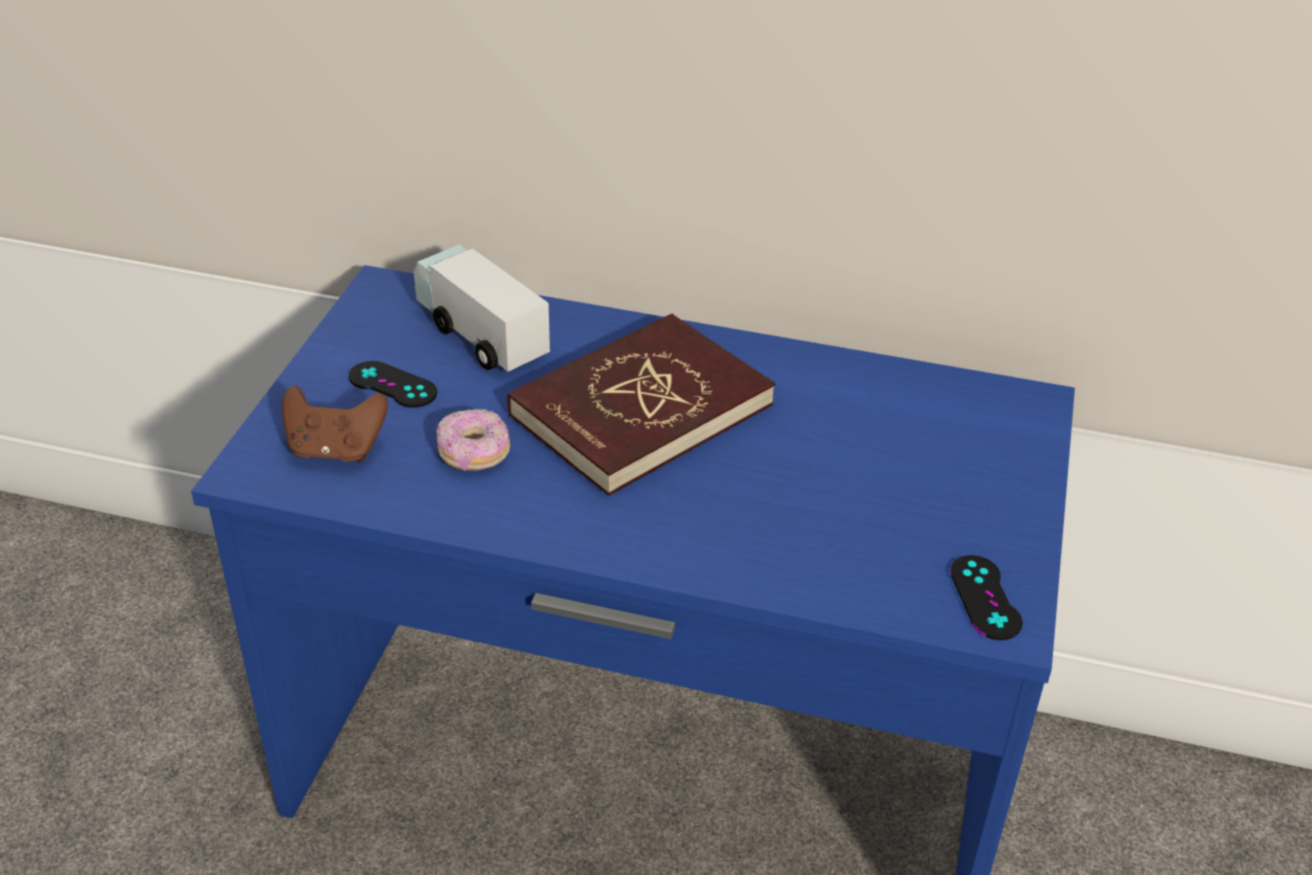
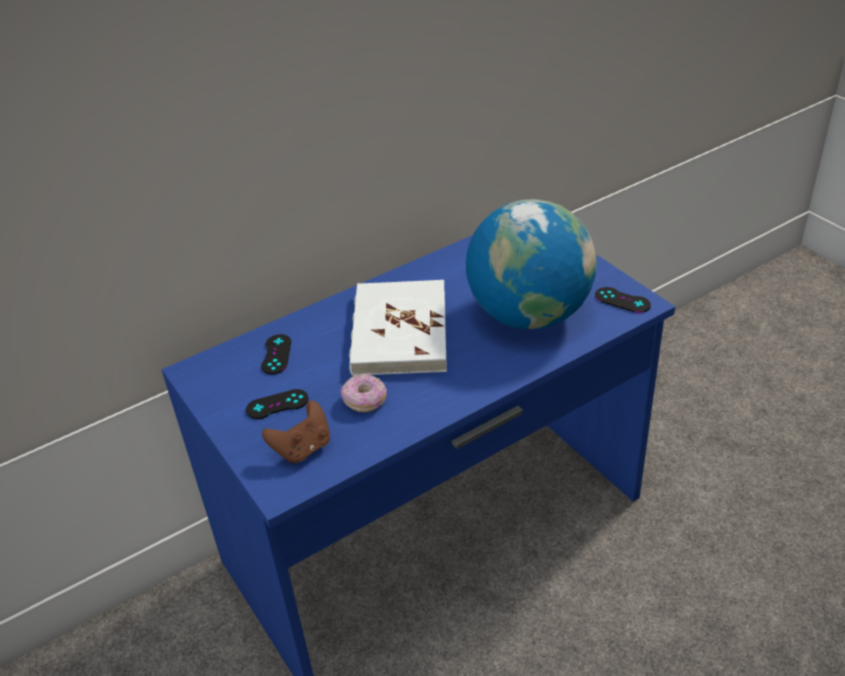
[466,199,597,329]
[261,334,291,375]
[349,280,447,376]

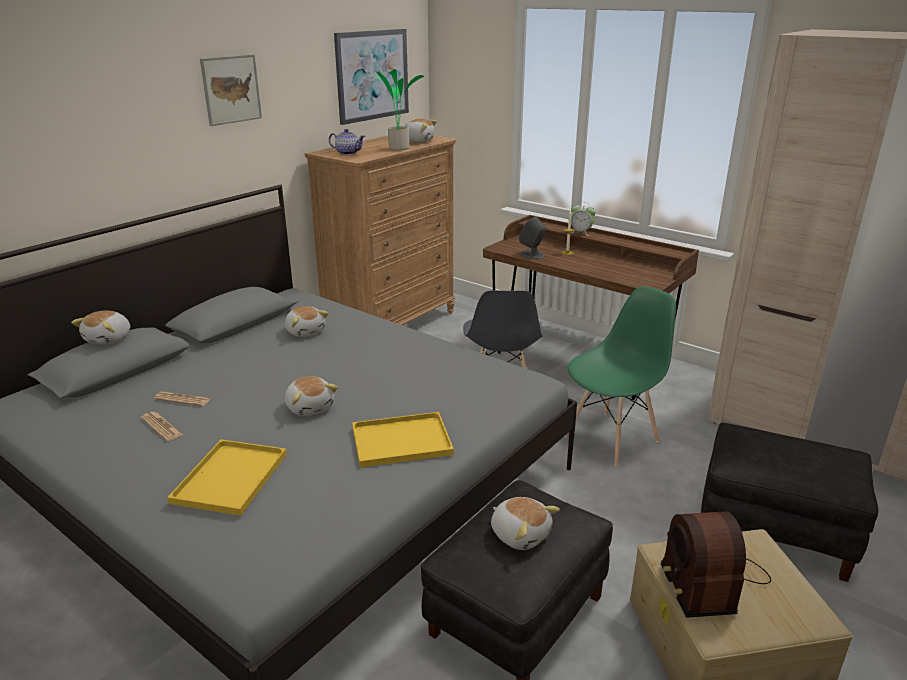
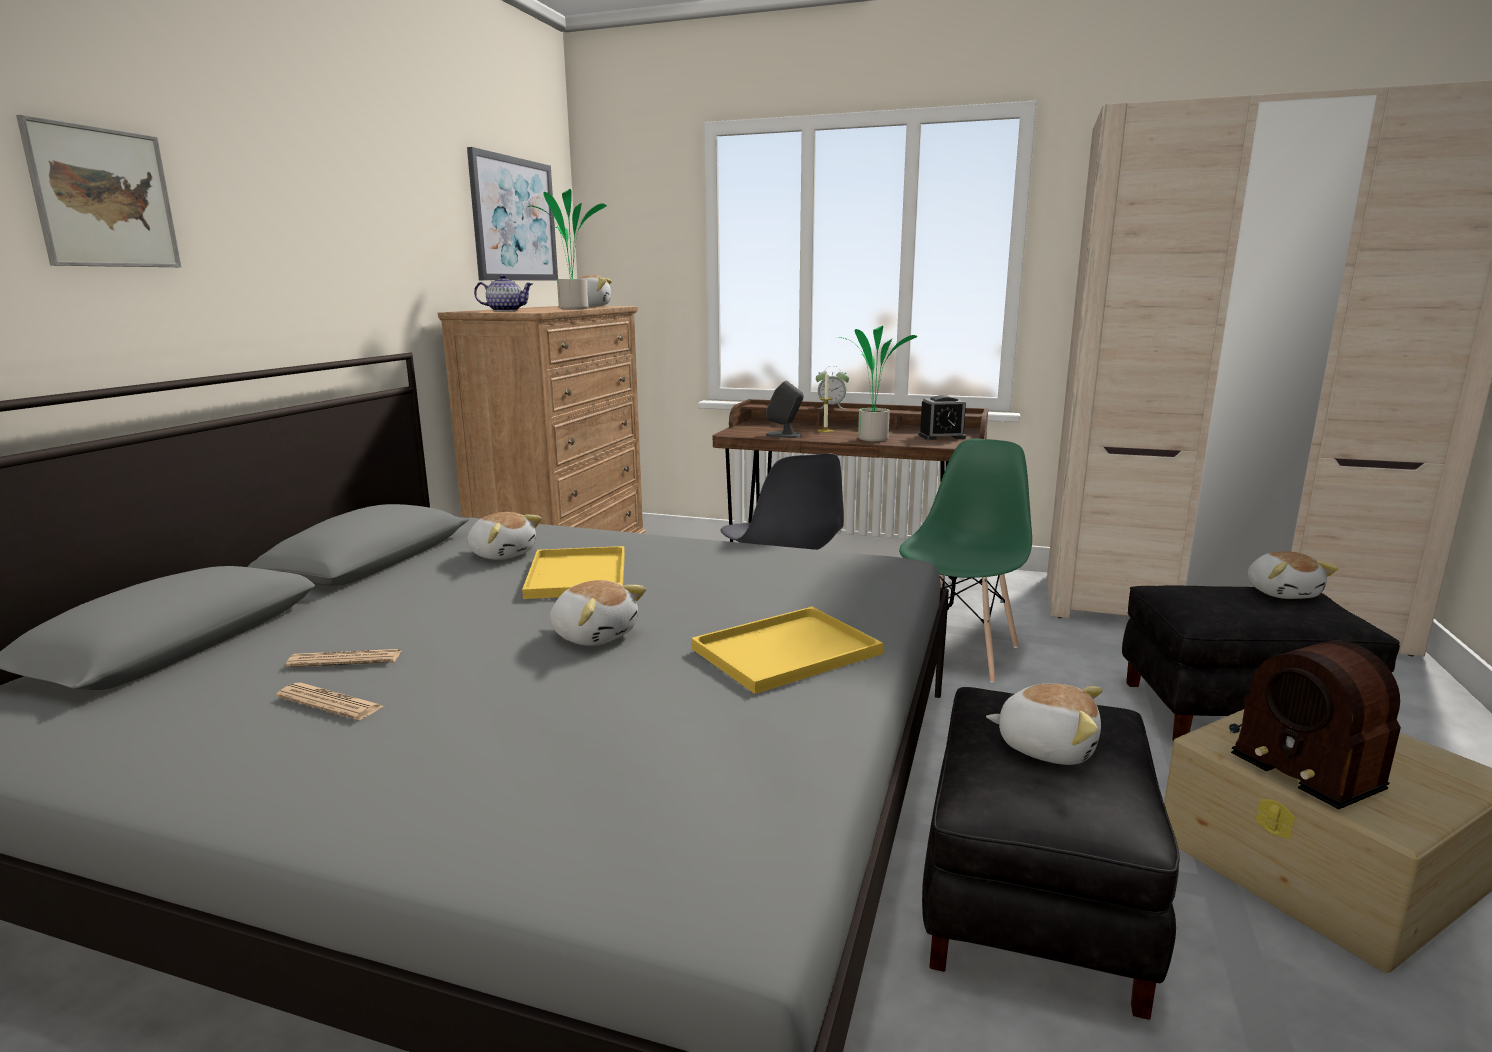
[838,326,918,442]
[918,395,966,440]
[1247,551,1339,599]
[522,546,625,599]
[16,115,181,267]

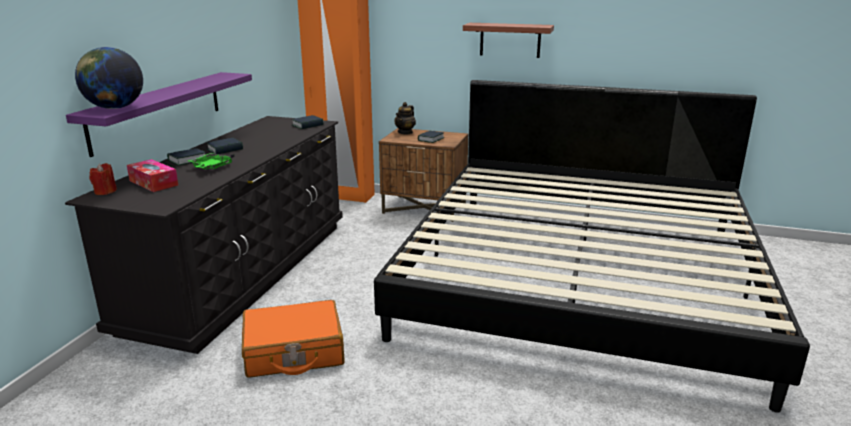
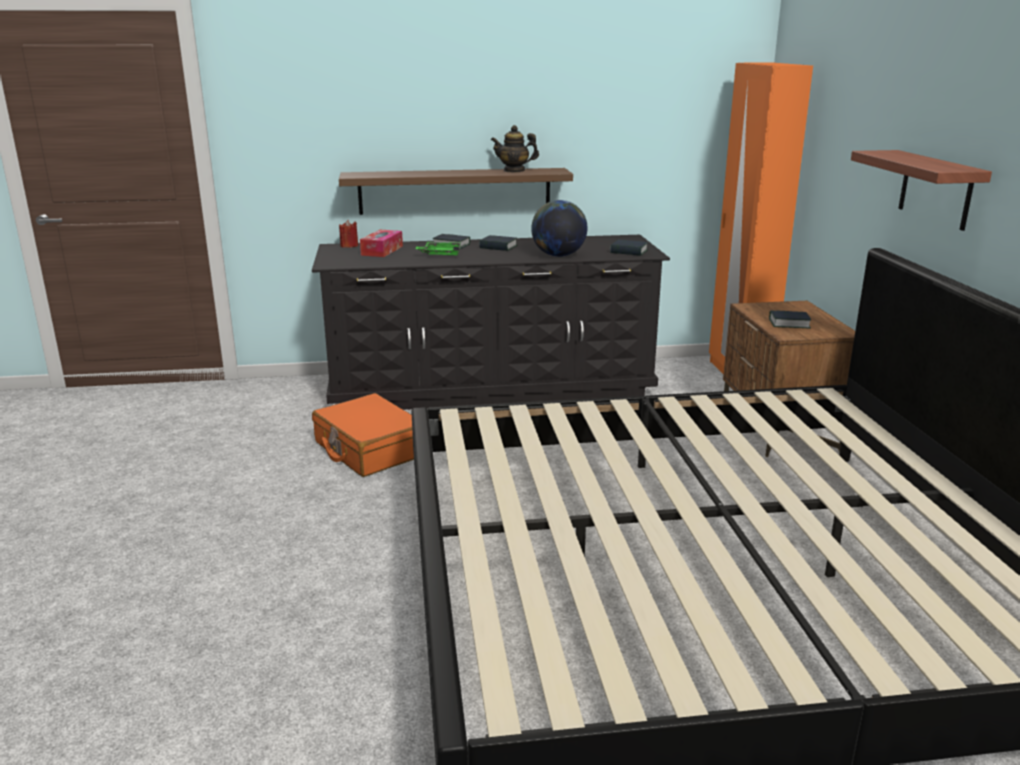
[531,200,588,257]
[491,125,539,173]
[339,168,573,215]

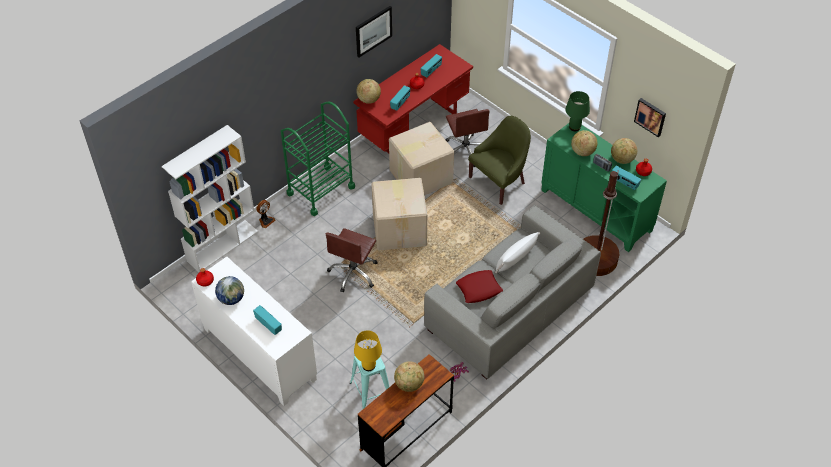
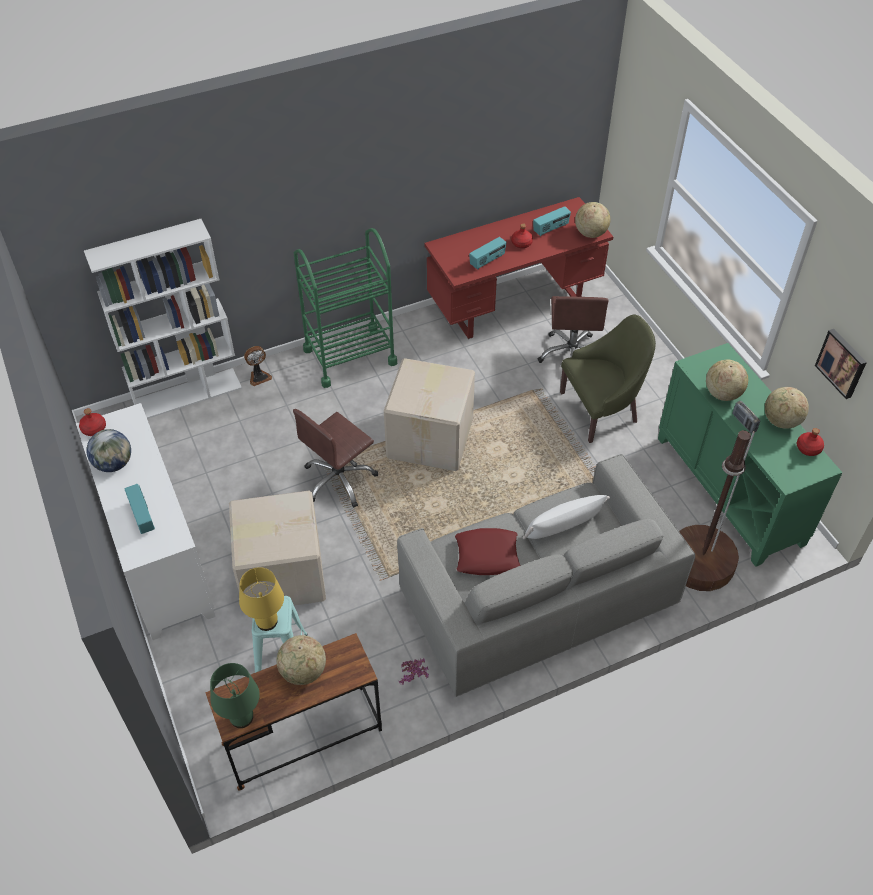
[356,6,392,57] (first image)
[612,166,642,190] (first image)
[575,202,611,238]
[229,491,326,605]
[210,663,260,728]

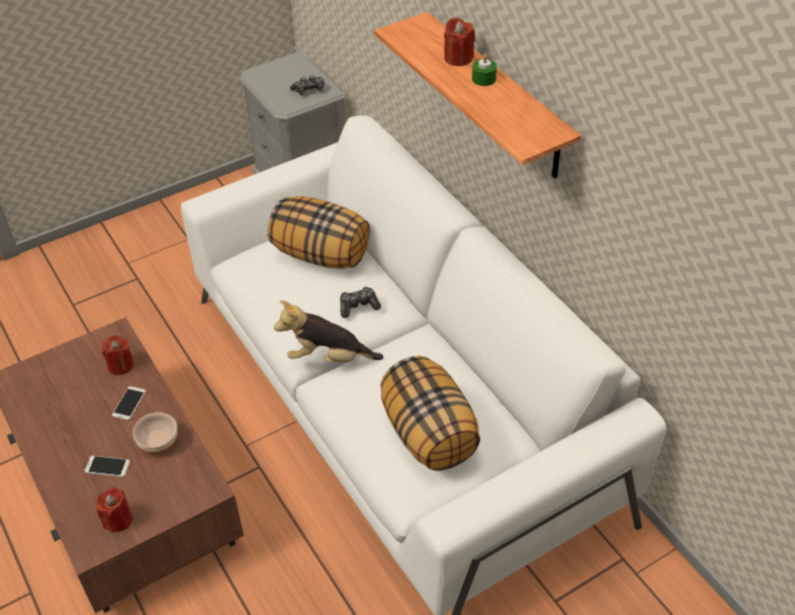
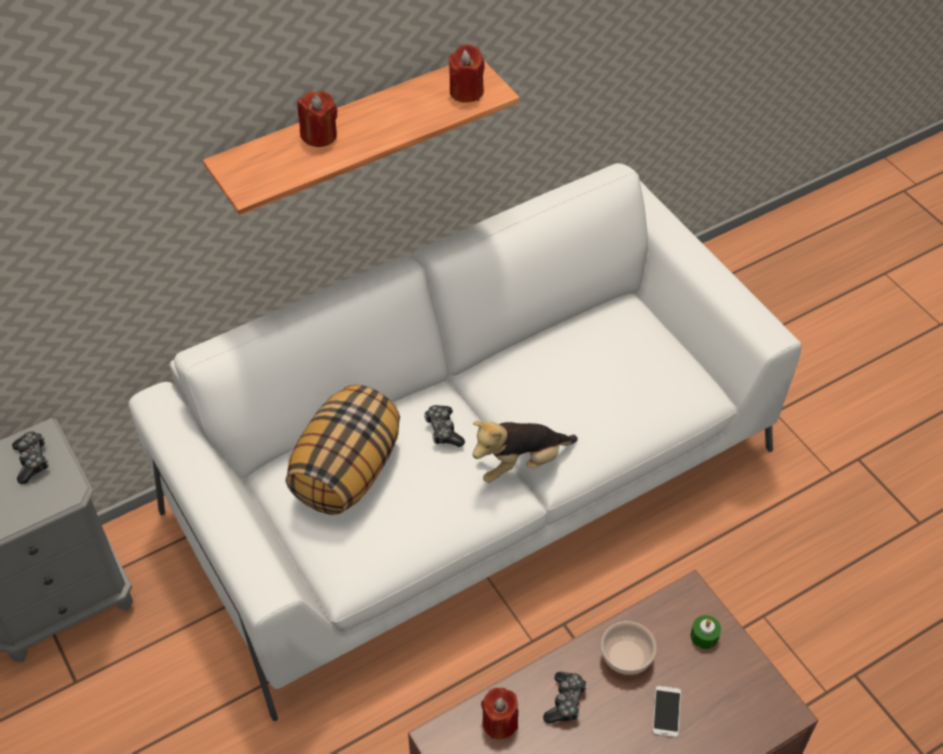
[380,356,480,471] (first image)
[448,44,485,103]
[690,615,721,649]
[543,672,587,724]
[473,421,578,483]

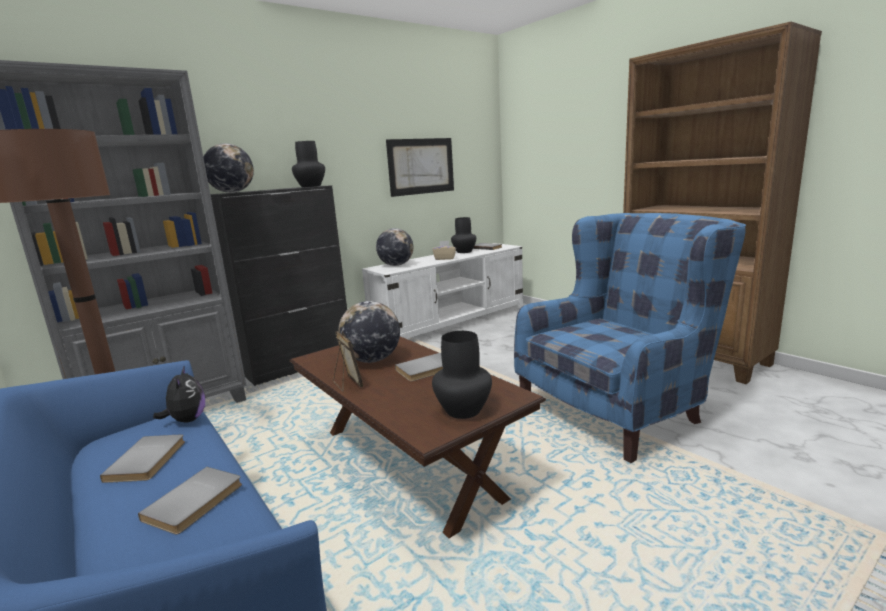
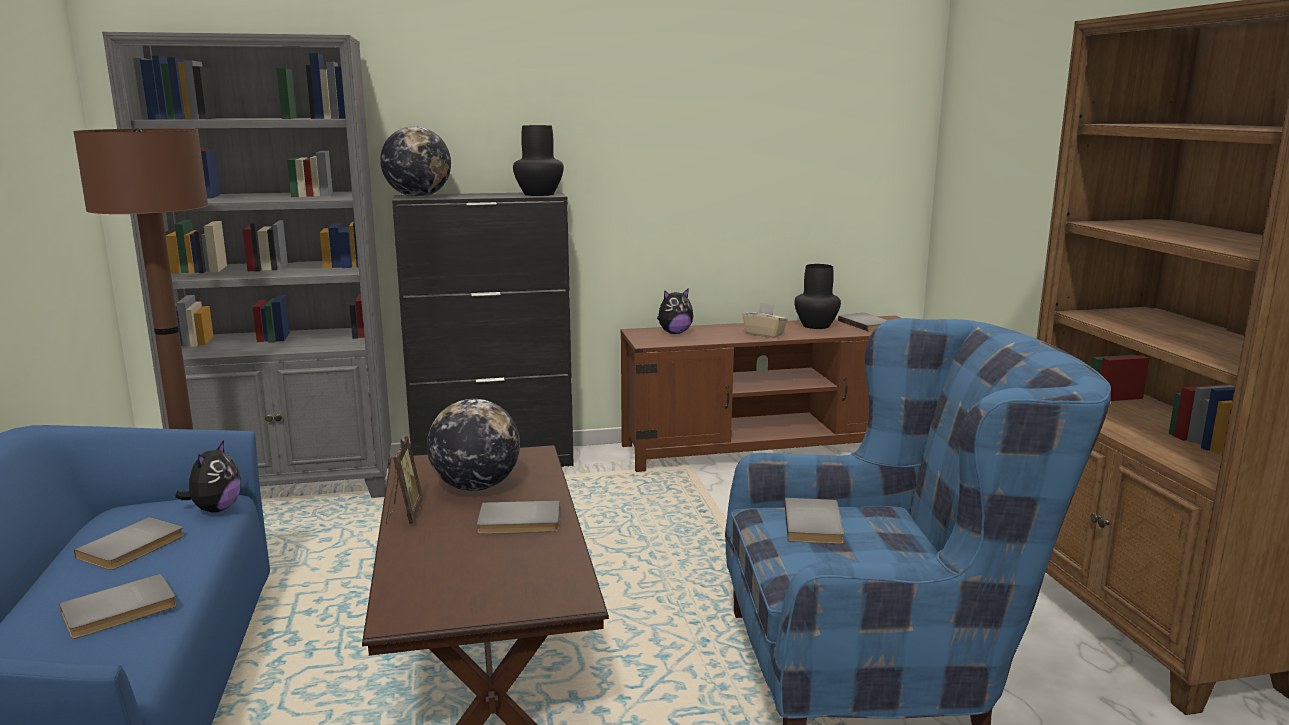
[386,138,454,197] (first image)
[432,331,492,419] (first image)
[785,498,844,544]
[657,288,693,334]
[621,315,901,472]

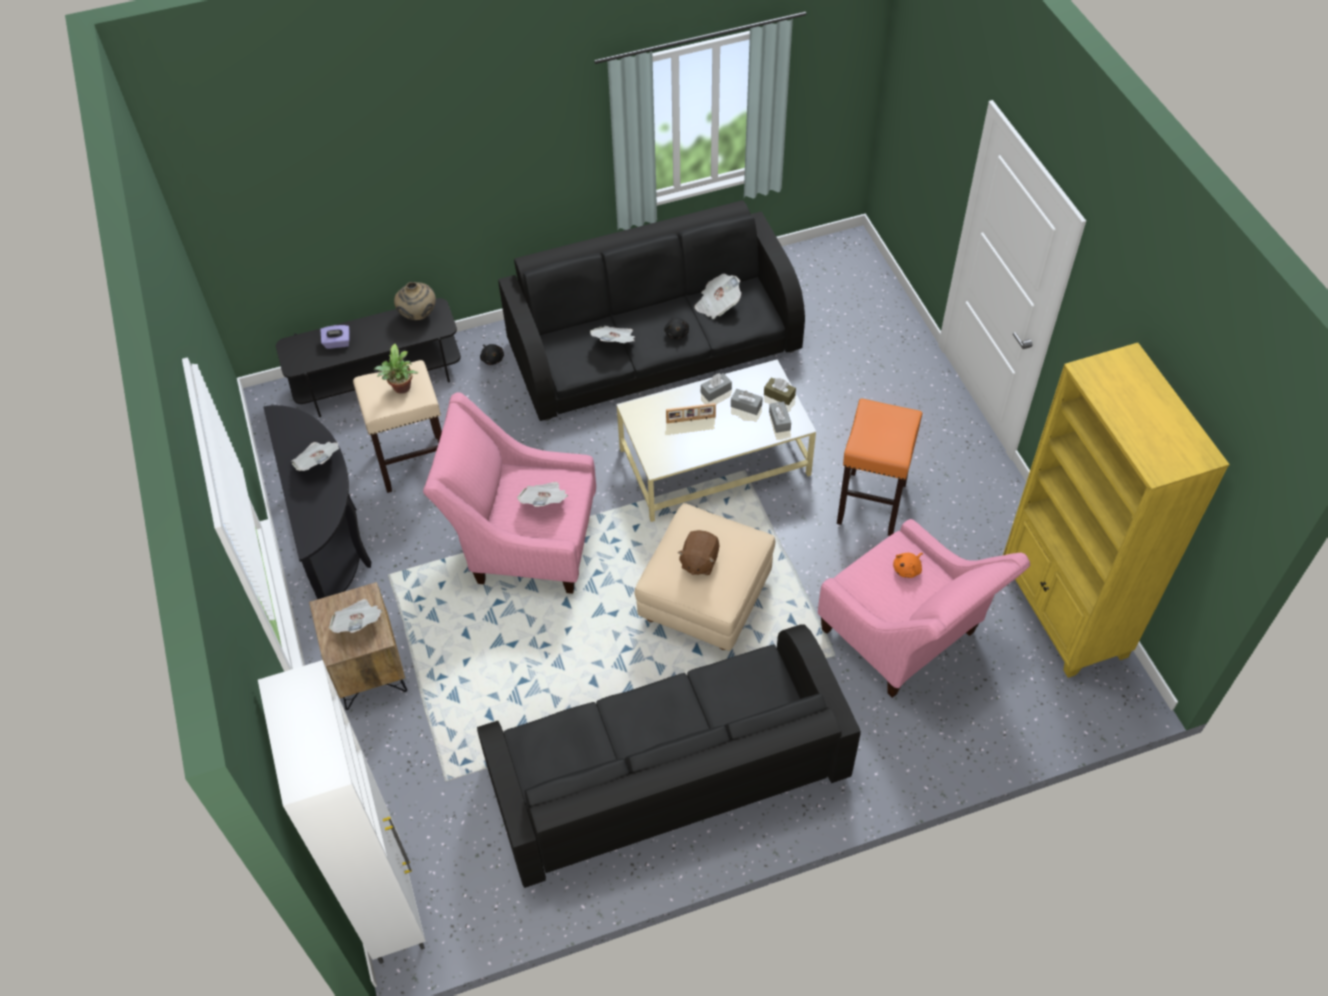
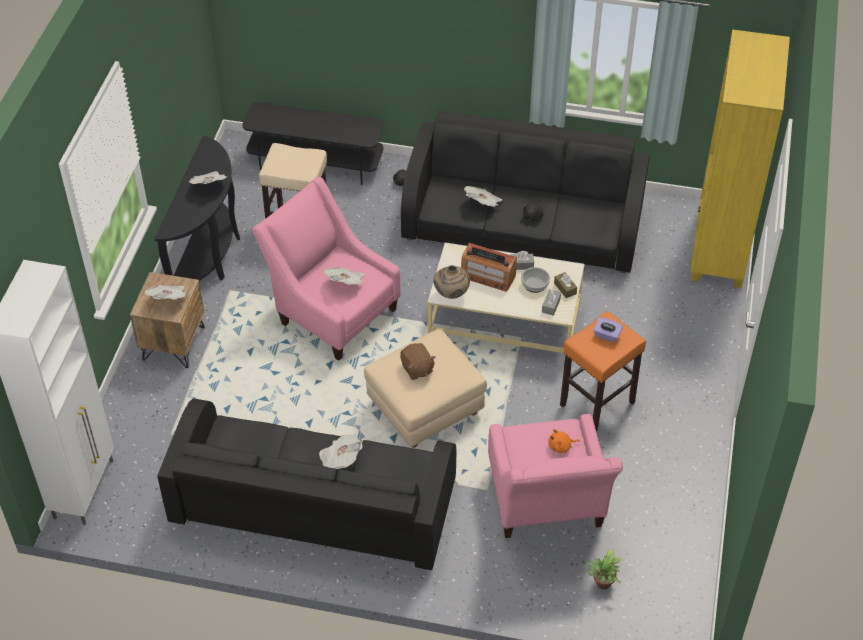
[593,318,623,342]
[586,549,621,590]
[433,265,470,299]
[319,434,362,469]
[690,29,790,288]
[461,243,517,292]
[521,267,550,293]
[400,343,435,380]

